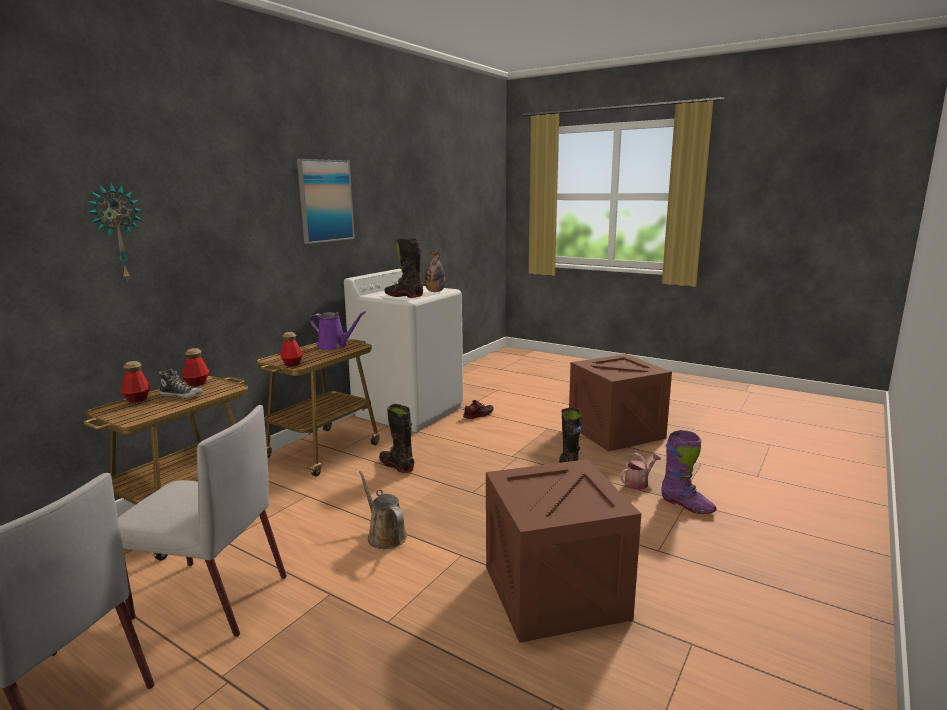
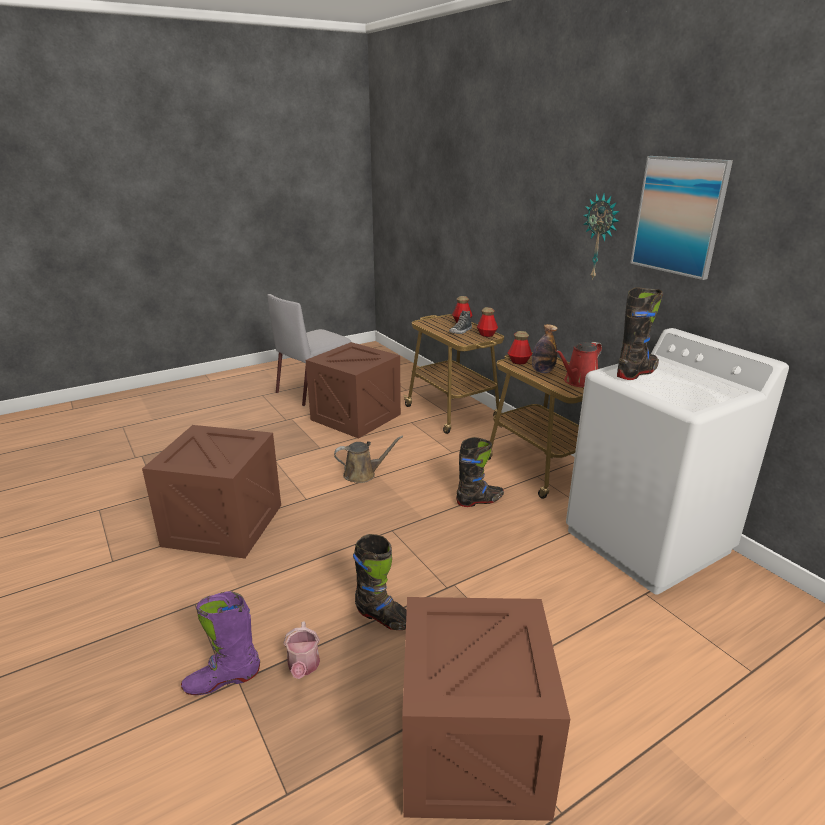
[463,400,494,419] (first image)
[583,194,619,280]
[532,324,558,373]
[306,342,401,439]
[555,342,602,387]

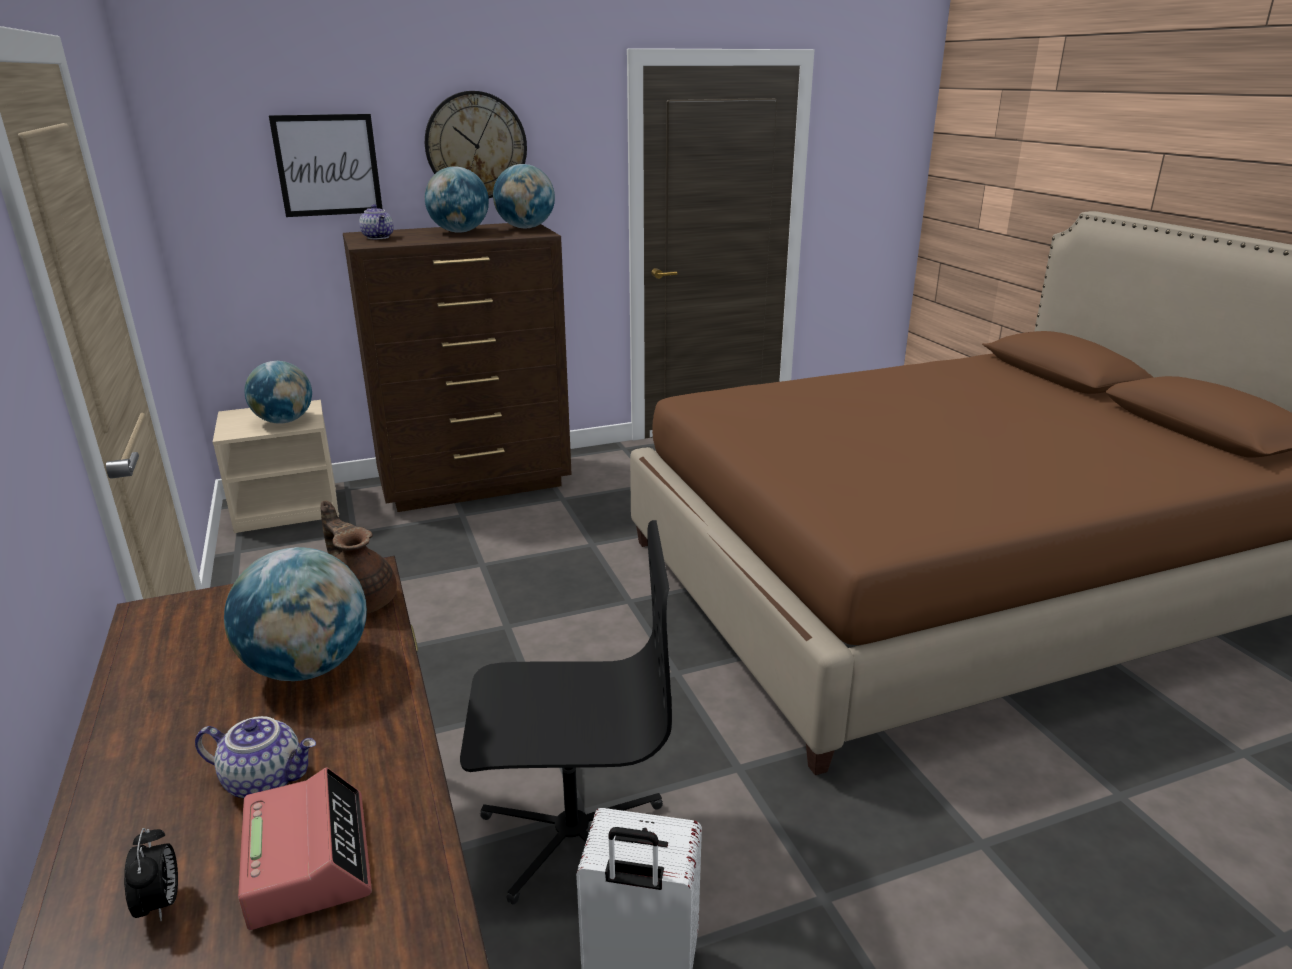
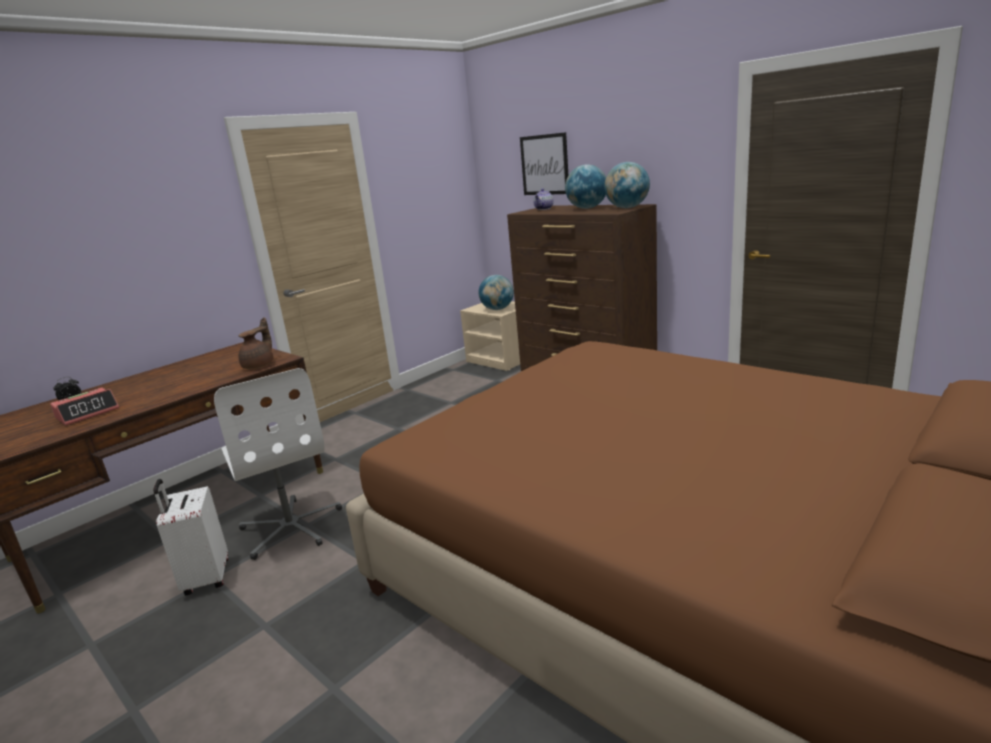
[195,716,316,798] (first image)
[224,547,367,681] (first image)
[425,91,527,198] (first image)
[214,368,342,560]

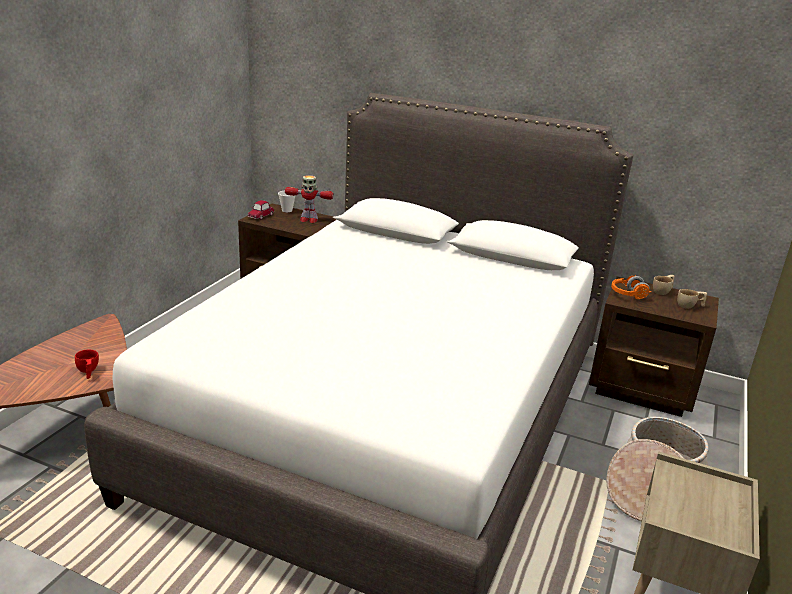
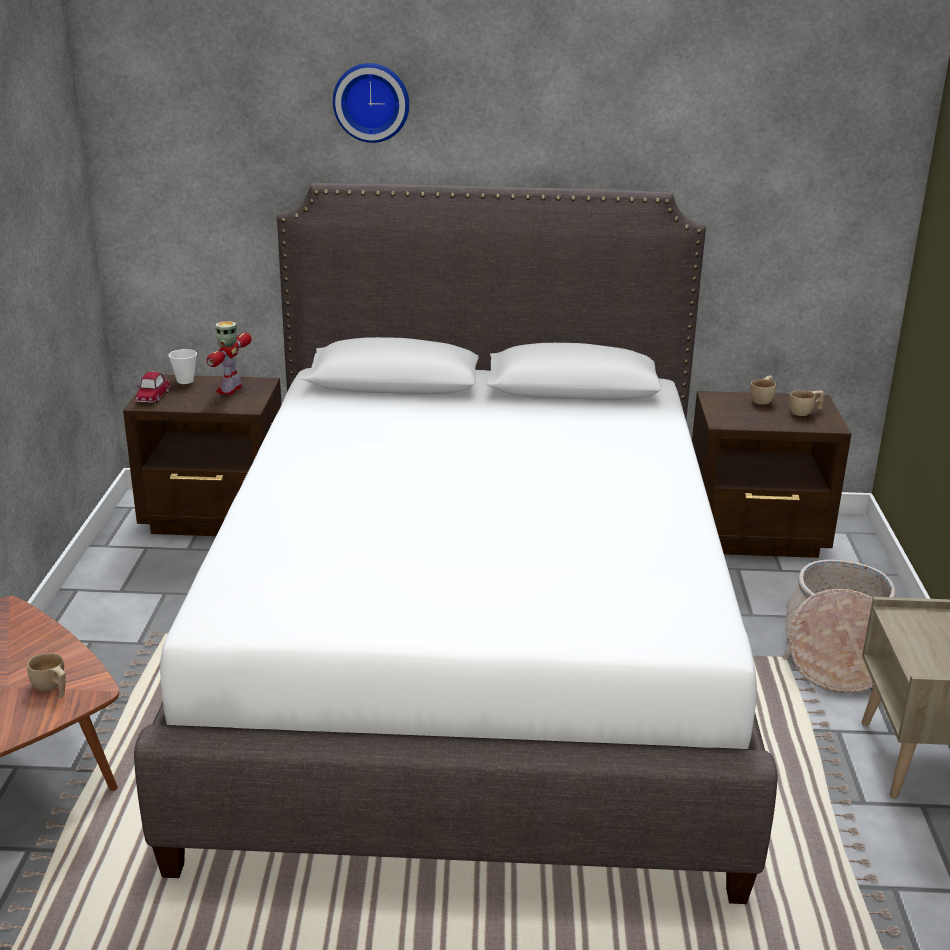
[611,275,652,299] (first image)
[333,63,409,143]
[27,653,66,698]
[206,321,252,395]

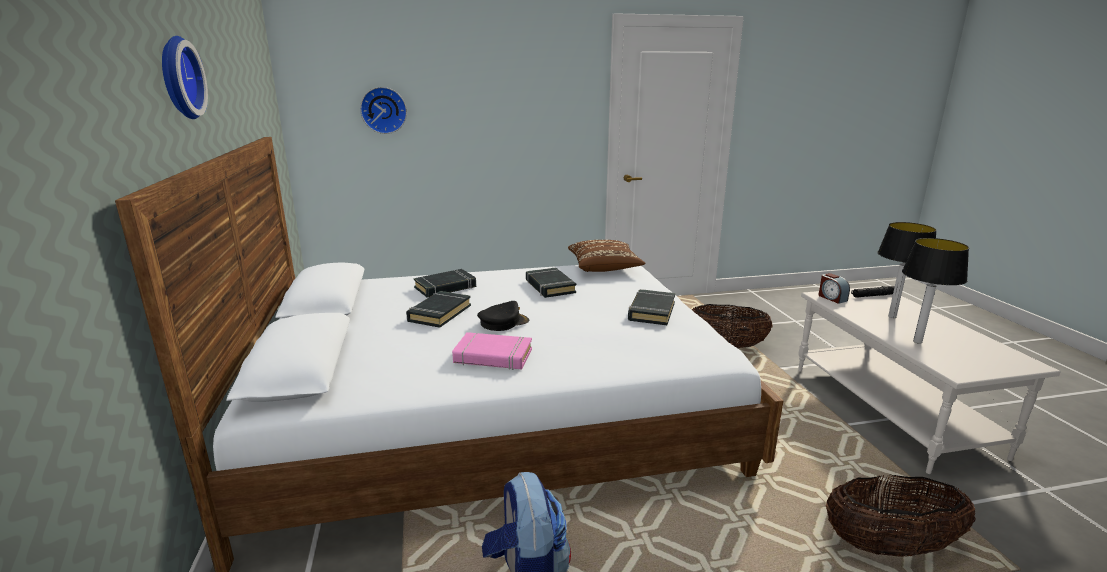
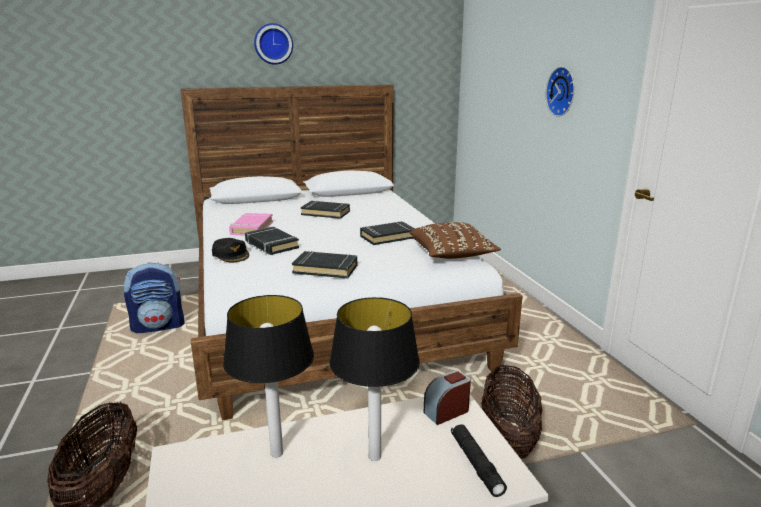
[546,67,575,117]
[245,227,299,255]
[212,238,249,262]

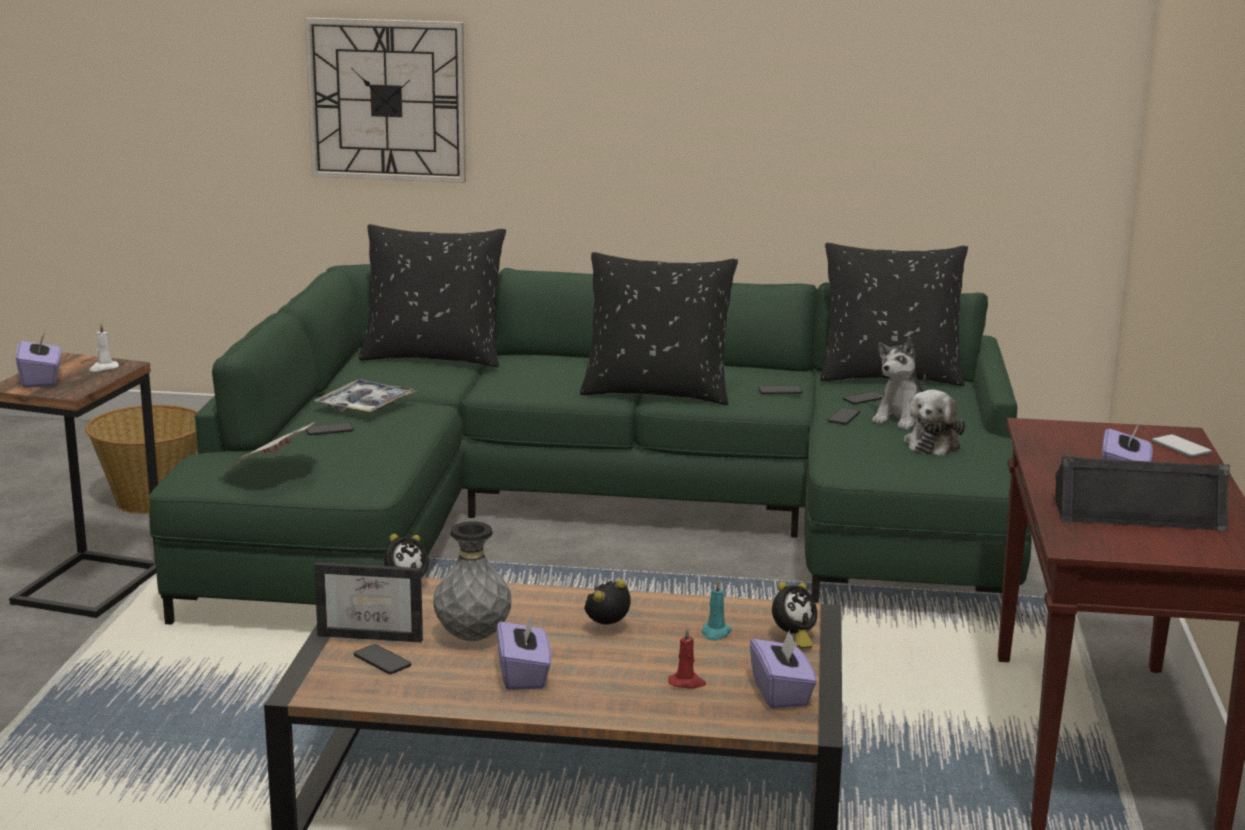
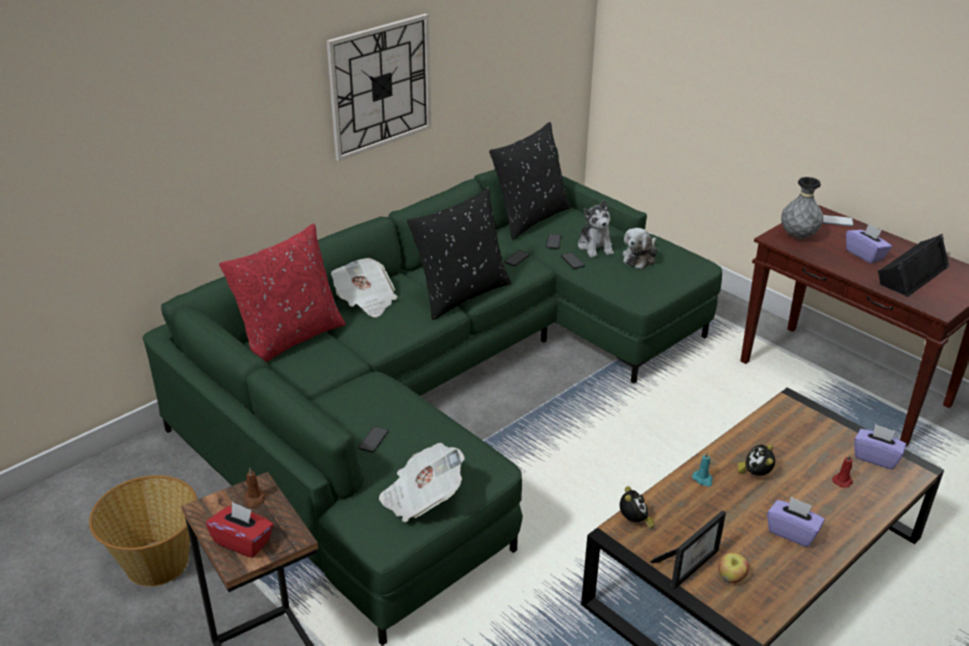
[314,379,415,413] (first image)
[772,582,817,649] (first image)
[331,258,398,317]
[326,14,431,161]
[781,177,823,239]
[692,451,713,487]
[718,553,749,583]
[206,501,274,558]
[244,468,267,509]
[219,223,346,362]
[622,228,658,269]

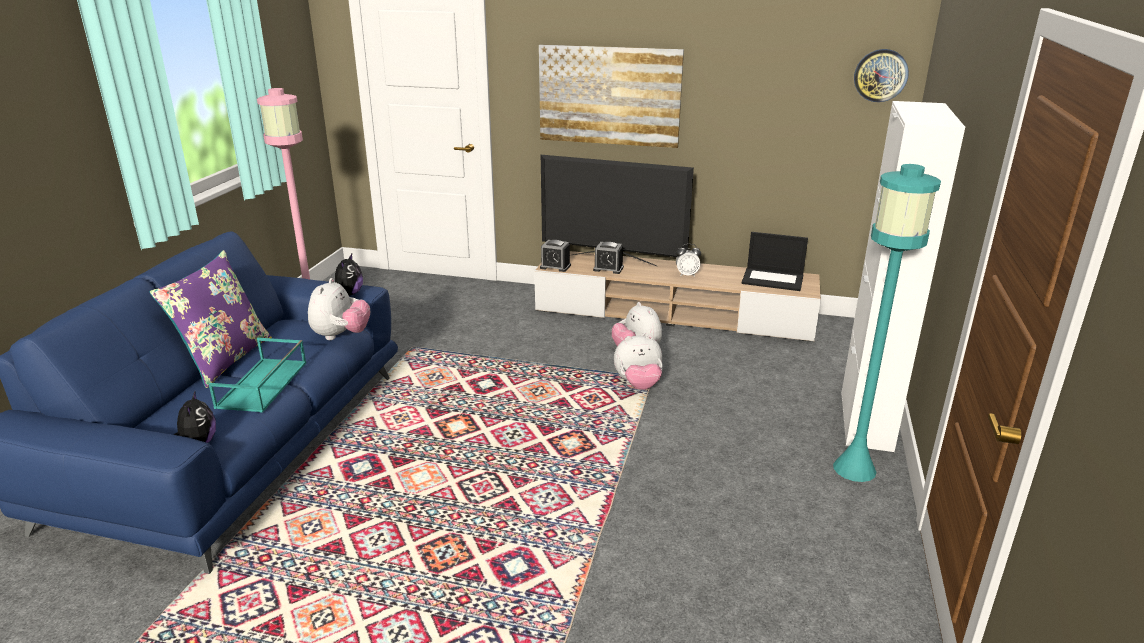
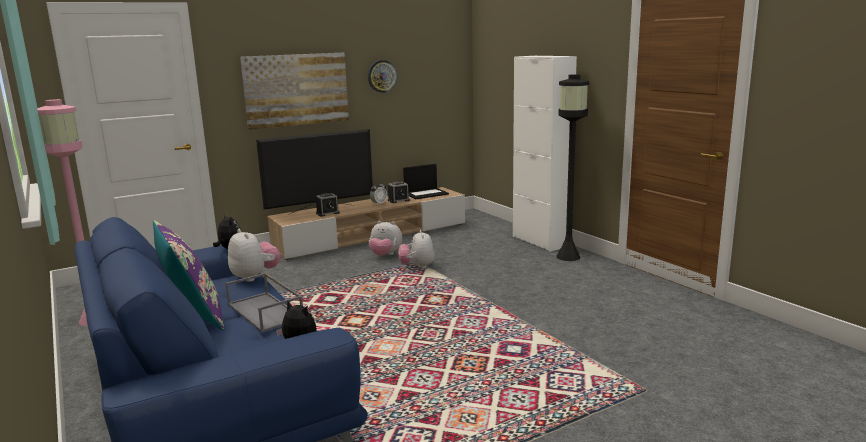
[388,181,410,203]
[368,60,397,93]
[225,273,303,333]
[556,74,589,261]
[398,230,435,269]

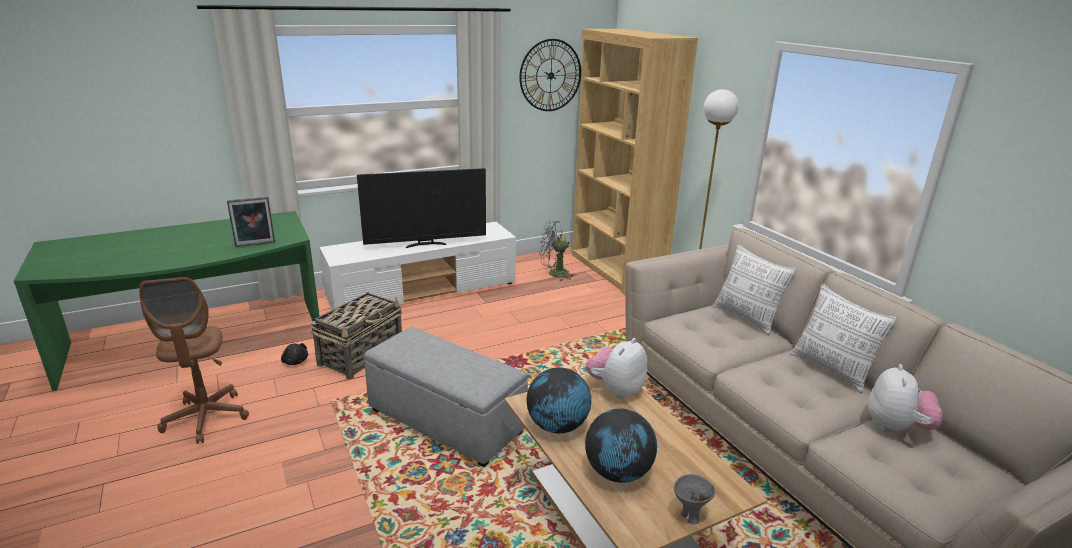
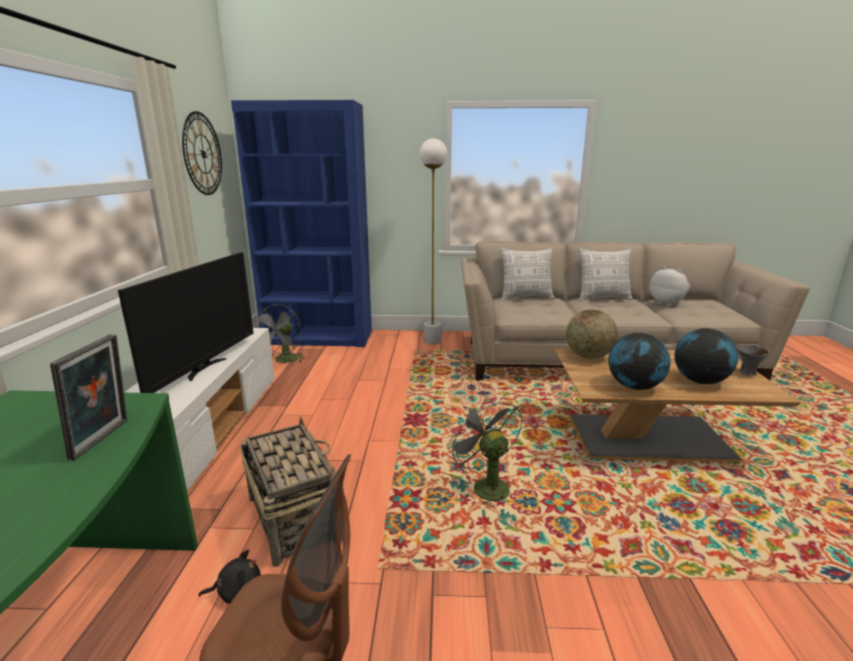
[447,396,522,507]
[566,309,618,359]
[231,100,372,347]

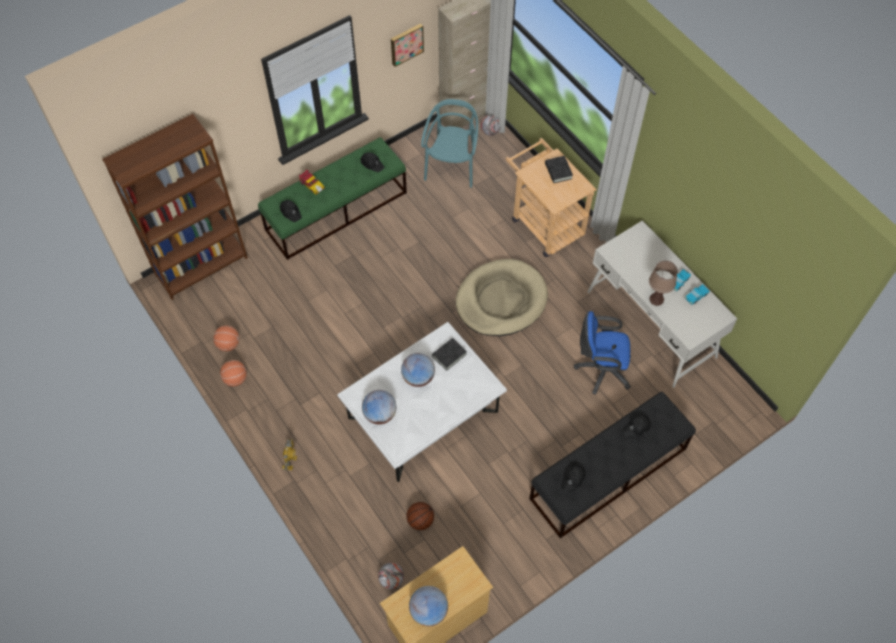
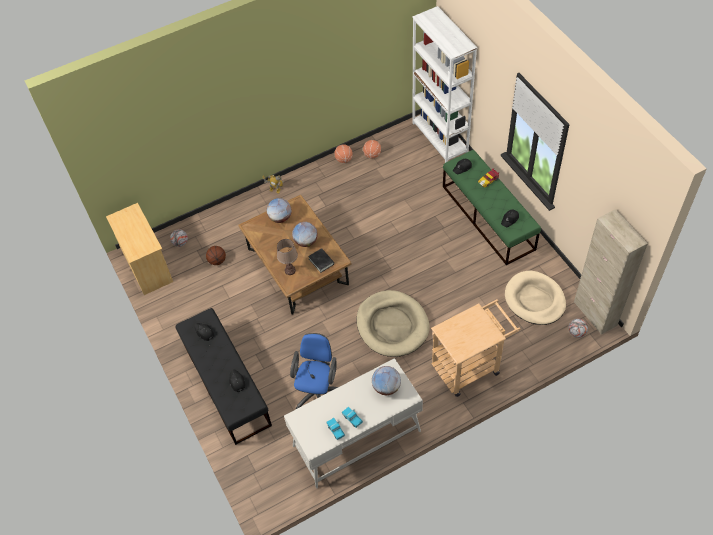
[391,23,424,67] (first image)
[545,156,573,183] (first image)
[372,366,401,395]
[277,239,298,275]
[505,270,566,325]
[412,6,477,163]
[238,195,352,315]

